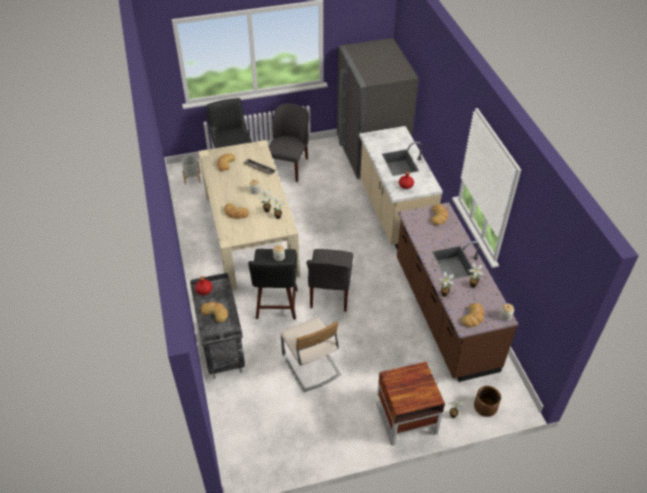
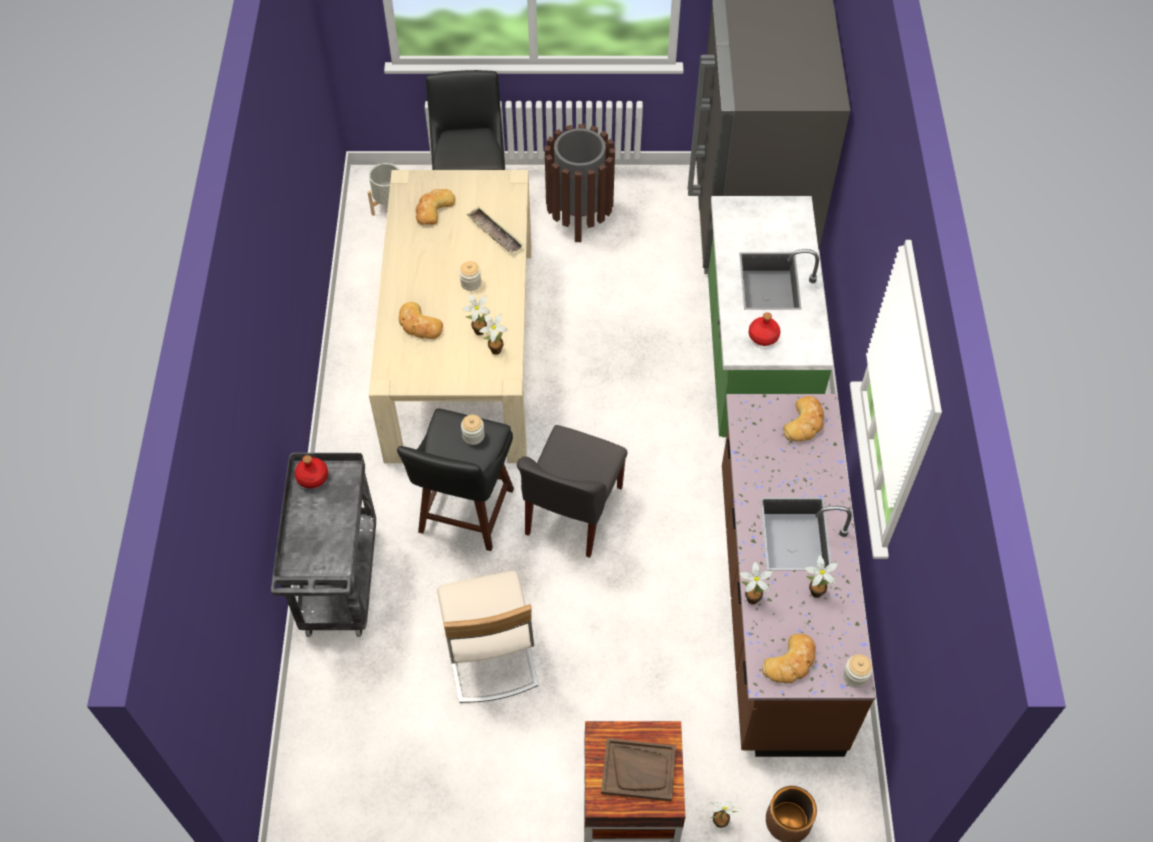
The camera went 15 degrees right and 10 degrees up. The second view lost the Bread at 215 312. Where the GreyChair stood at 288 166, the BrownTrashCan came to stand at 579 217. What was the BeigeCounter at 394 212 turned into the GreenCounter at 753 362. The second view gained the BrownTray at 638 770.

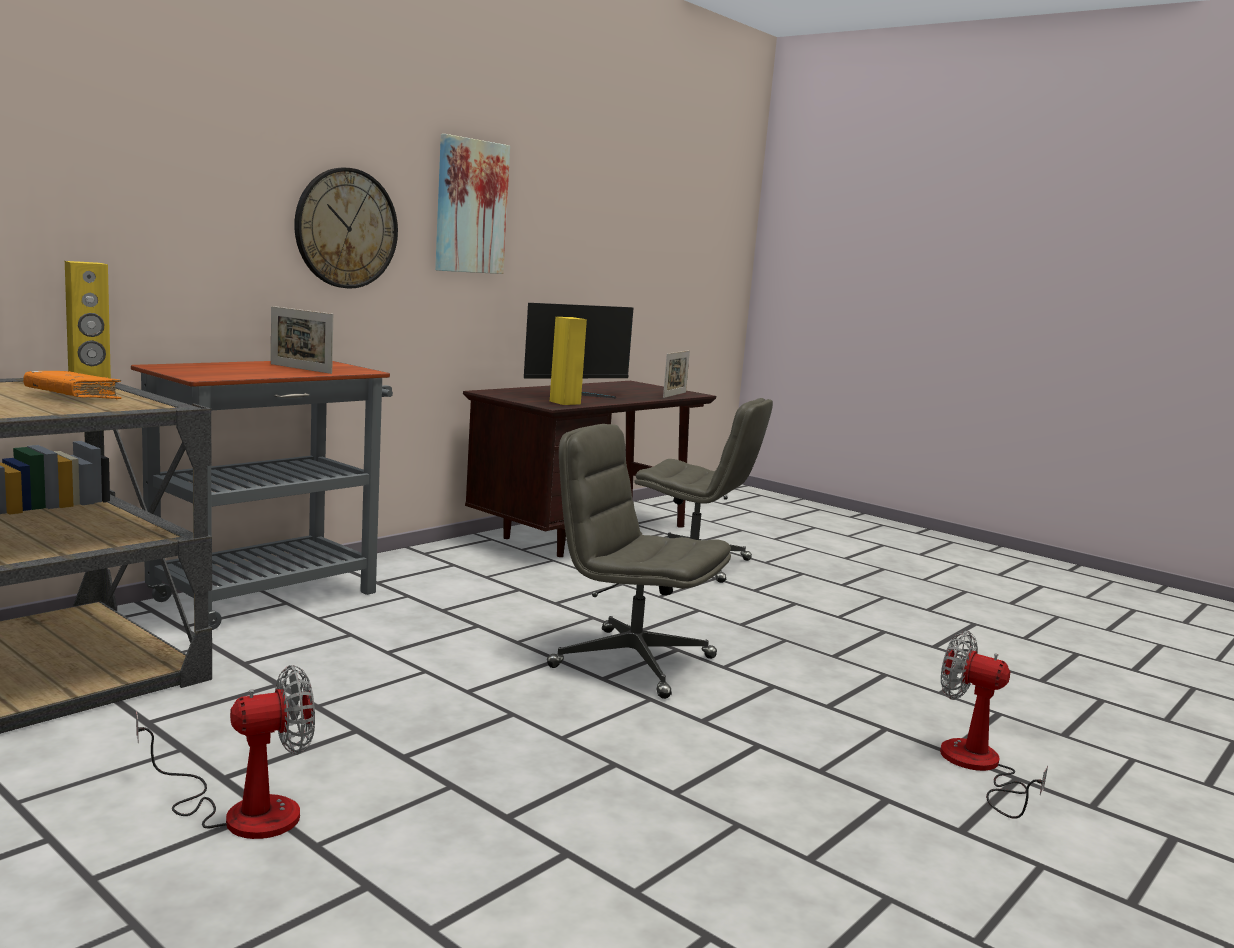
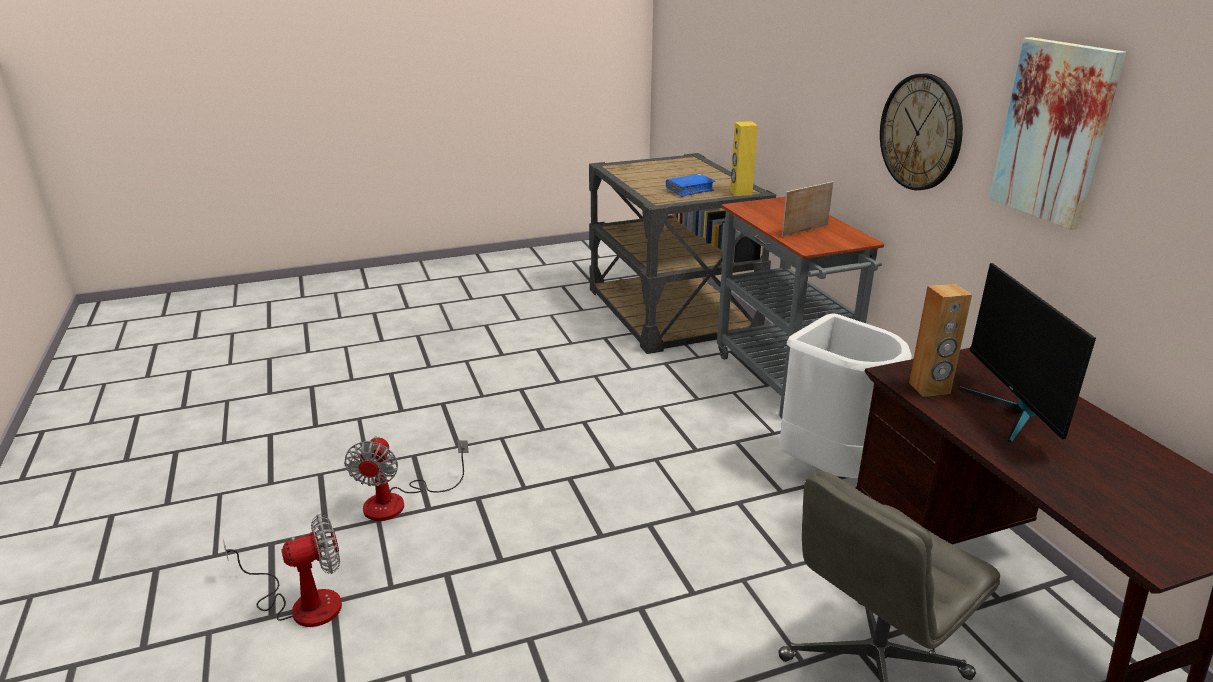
The camera went 120 degrees right and 15 degrees up. What was the OrangeBook at 72 396 turned into the BlueBook at 689 190. The Fan ended up elsewhere, having gone from 241 811 to 398 501. The second view lost the GreyOfficeChair at 631 662. What was the YellowSpeaker at 565 402 turned into the BrownSpeaker at 929 388. The second view lost the PictureFrame at 674 395. The second view gained the WhiteTrashCan at 831 469.

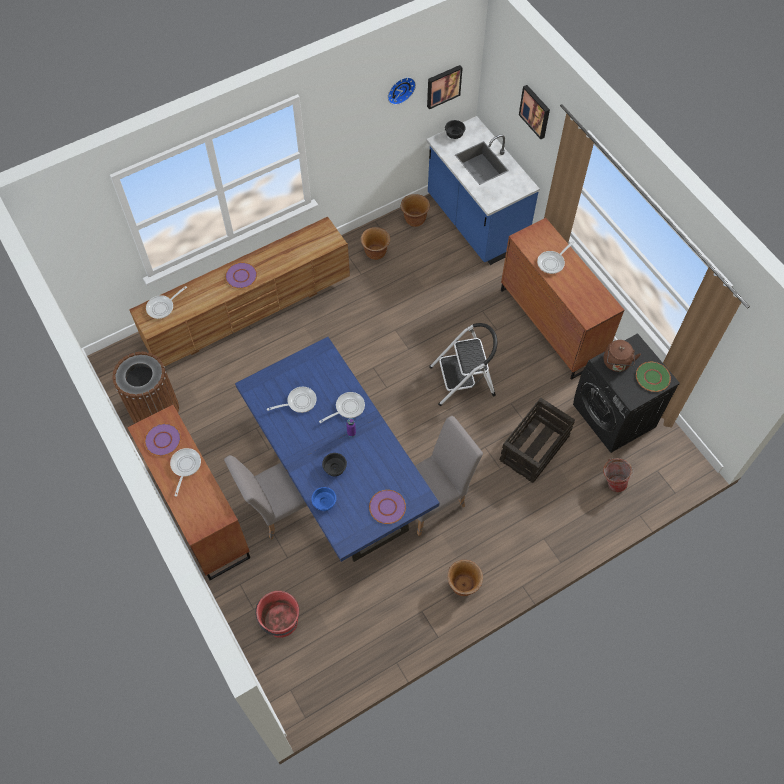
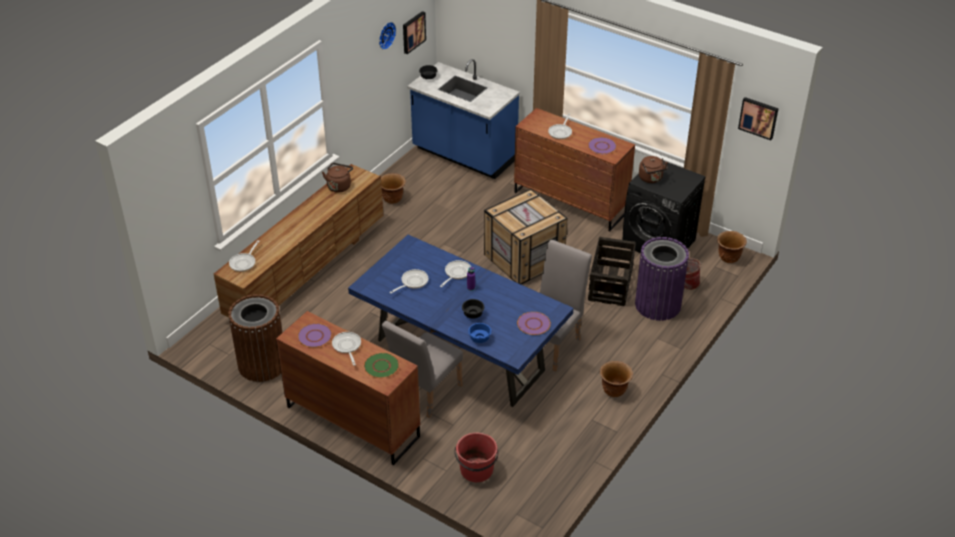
The camera went 25 degrees left and 20 degrees down. The PurplePlate ended up elsewhere, having gone from 241 276 to 602 146. The BrownPlanter ended up elsewhere, having gone from 414 220 to 728 258. Where the StepLadder stood at 464 381, the Crate came to stand at 524 259. The Picture ended up elsewhere, having gone from 535 111 to 758 117. The GreenPlate ended up elsewhere, having gone from 652 377 to 381 366. The second view gained the BrownKettle at 339 186. The second view gained the PurpleTrashCan at 657 305.

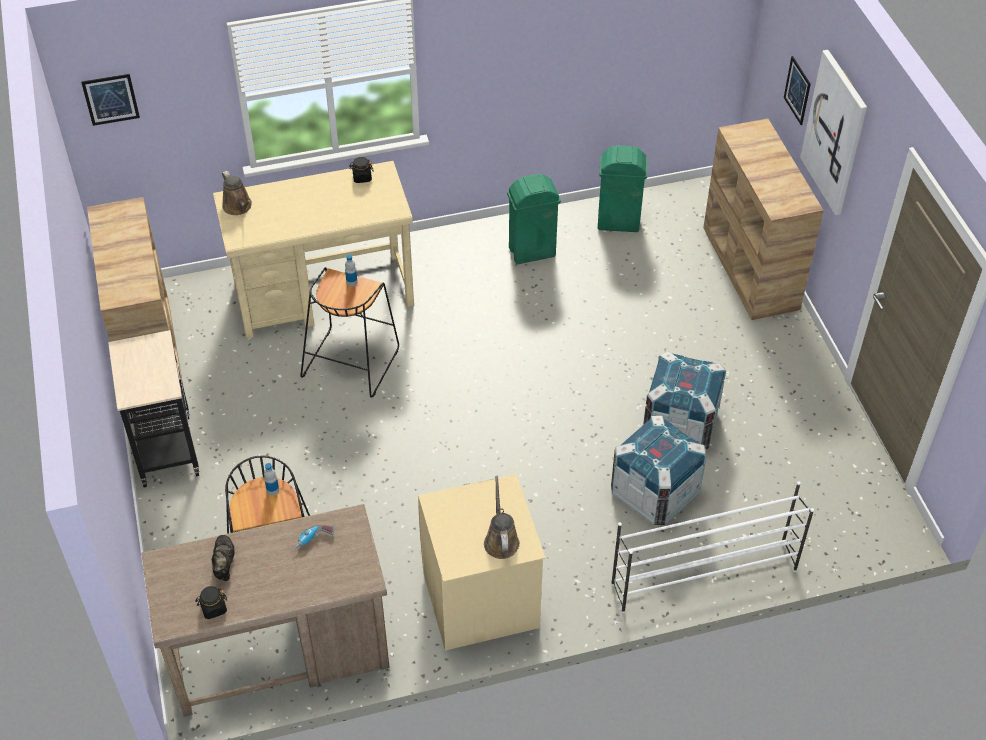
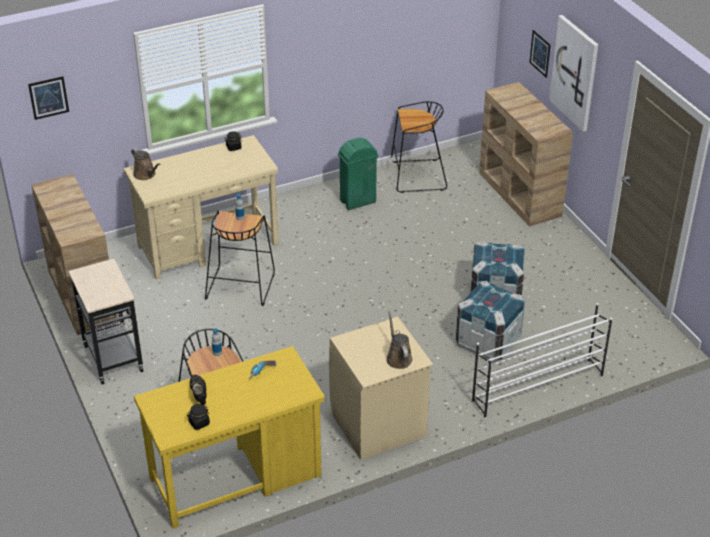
The camera went 10 degrees left and 10 degrees down. What was the BrownDesk at 279 653 turned into the YellowDesk at 235 477. Where the GreenTrashCan stood at 619 223, the BlackStool came to stand at 417 176.

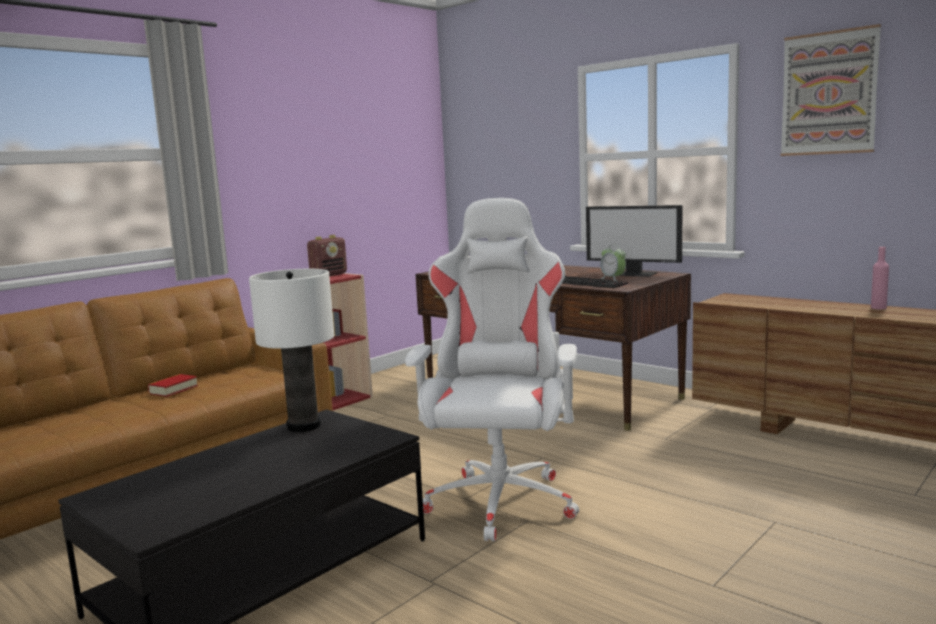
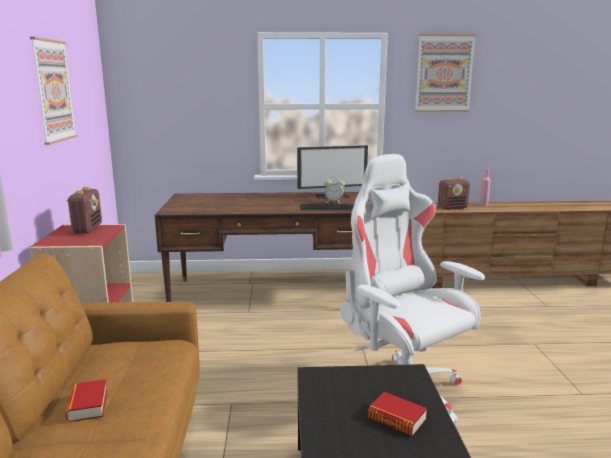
The camera went 45 degrees left and 5 degrees up. The second view lost the WhiteTableLamp at 303 426. The second view gained the Picture at 53 91. The second view gained the Book at 396 419. The second view gained the Radio at 452 208.

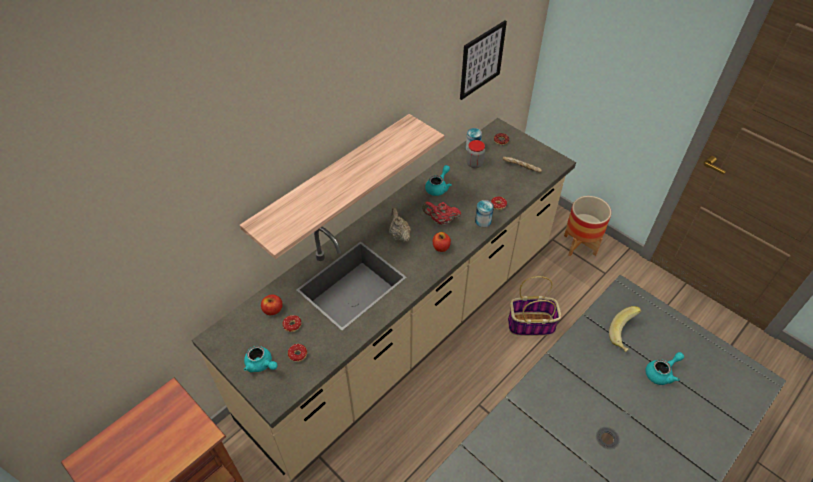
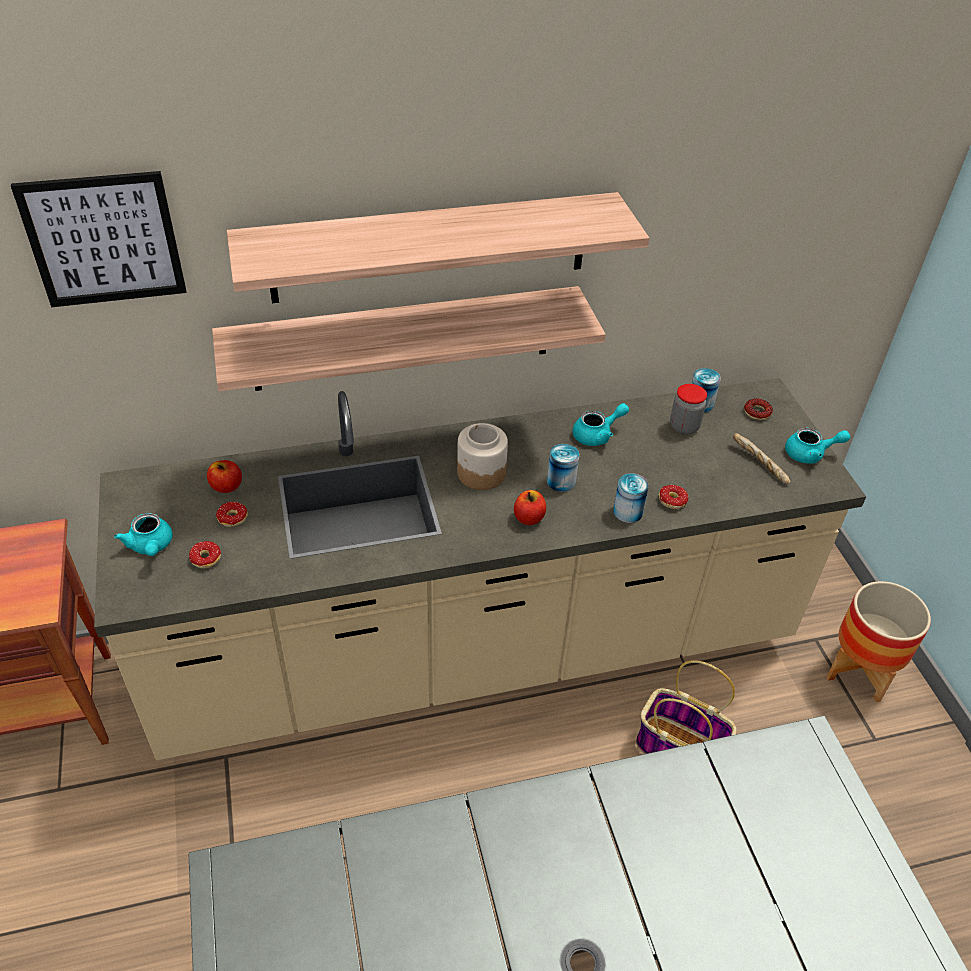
The camera went 30 degrees right and 5 degrees down. Where the BeigeTeapot stood at 399 235, the Jar came to stand at 481 473. Where the RedTeapot stood at 441 220, the Can came to stand at 561 481. The Picture ended up elsewhere, having gone from 481 60 to 104 240. The second view lost the Banana at 624 335. The TurquoiseTeapot ended up elsewhere, having gone from 661 373 to 810 454. The second view gained the Shelf at 430 248.

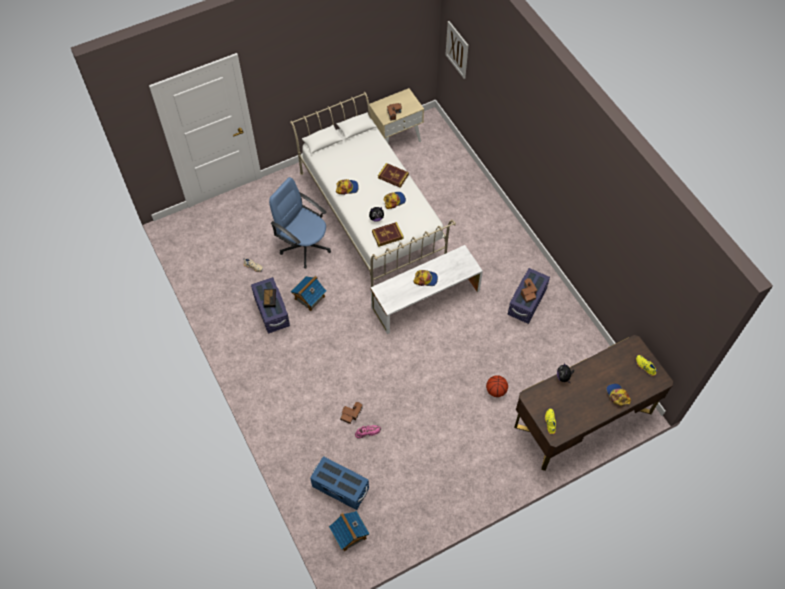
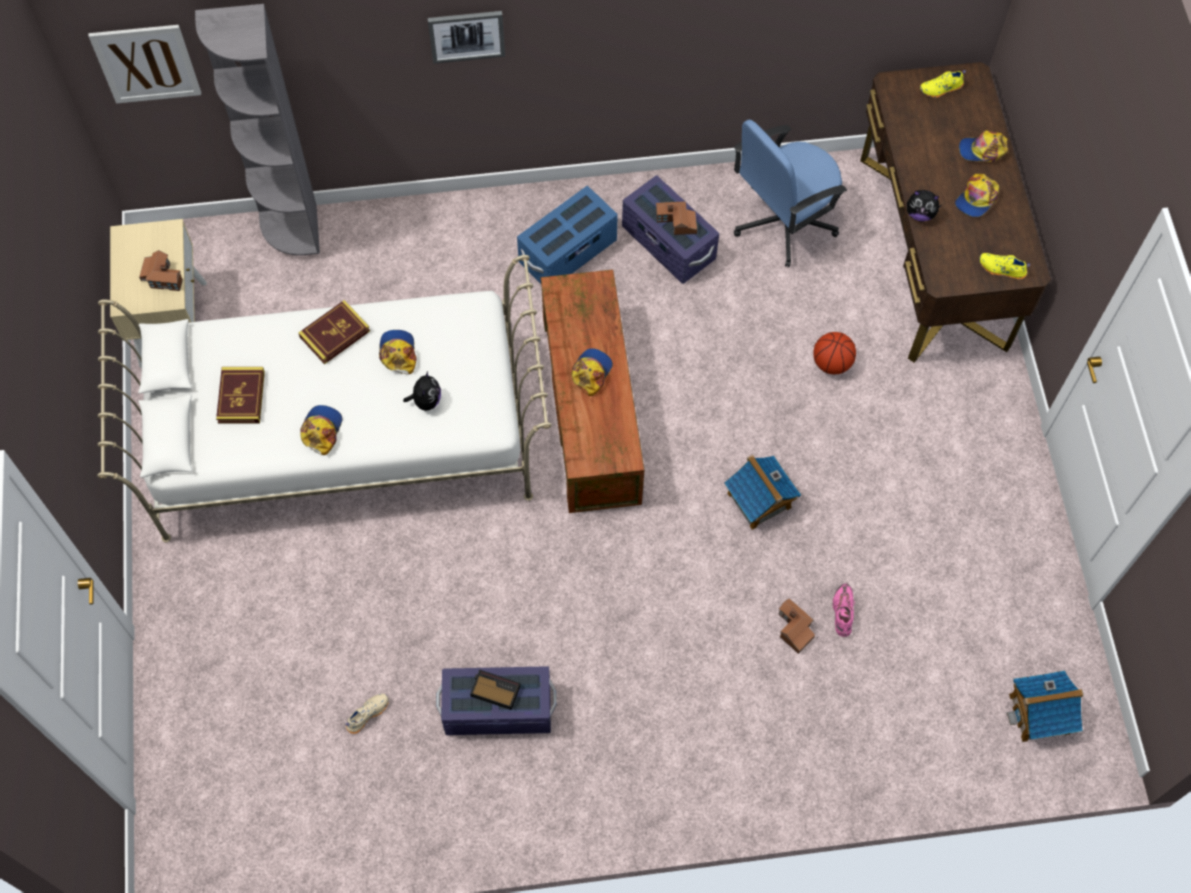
The camera went 70 degrees left and 5 degrees up. The BlueOfficeChair ended up elsewhere, having gone from 304 245 to 782 222. The ToyHouse ended up elsewhere, having gone from 309 298 to 759 501. The BlueStorageBox ended up elsewhere, having gone from 340 488 to 568 252. What was the WhiteBench at 426 298 turned into the BrownBench at 588 407. The Book ended up elsewhere, having gone from 387 235 to 241 397. The second view gained the GreyBookcase at 292 235. The second view gained the Picture at 466 35. The second view gained the Cap at 976 198.

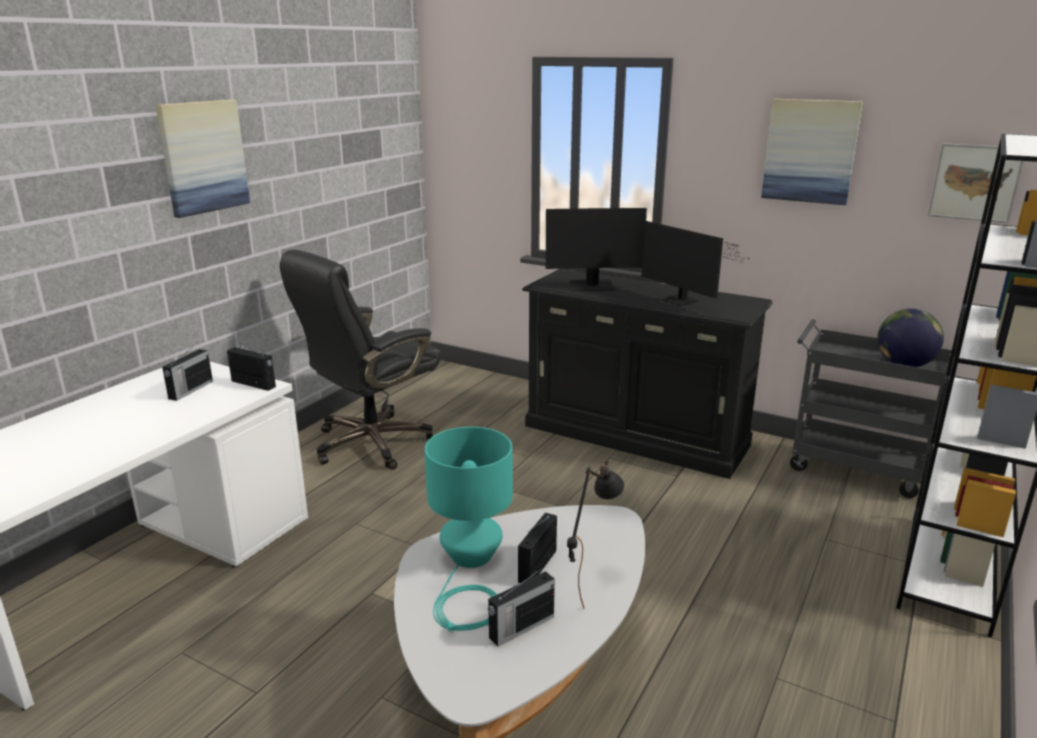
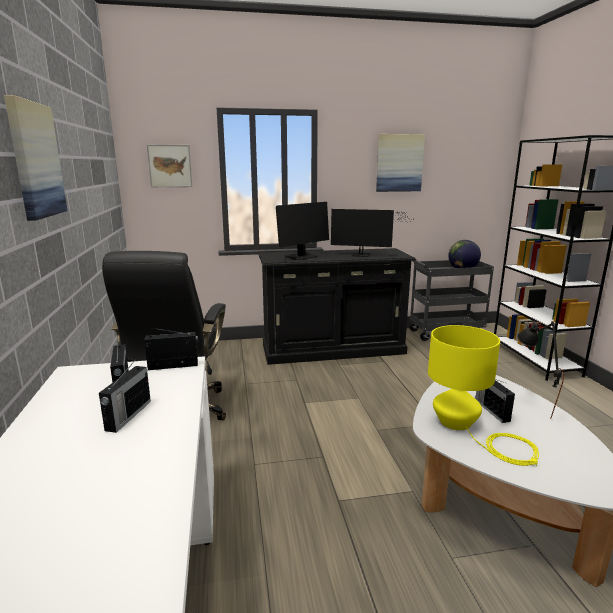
The camera went 40 degrees left and 5 degrees down. What was the TurquoiseTableLamp at 469 574 turned into the YellowTableLamp at 475 432. The Radio ended up elsewhere, having gone from 520 627 to 128 416. The Picture ended up elsewhere, having gone from 975 182 to 170 166.

